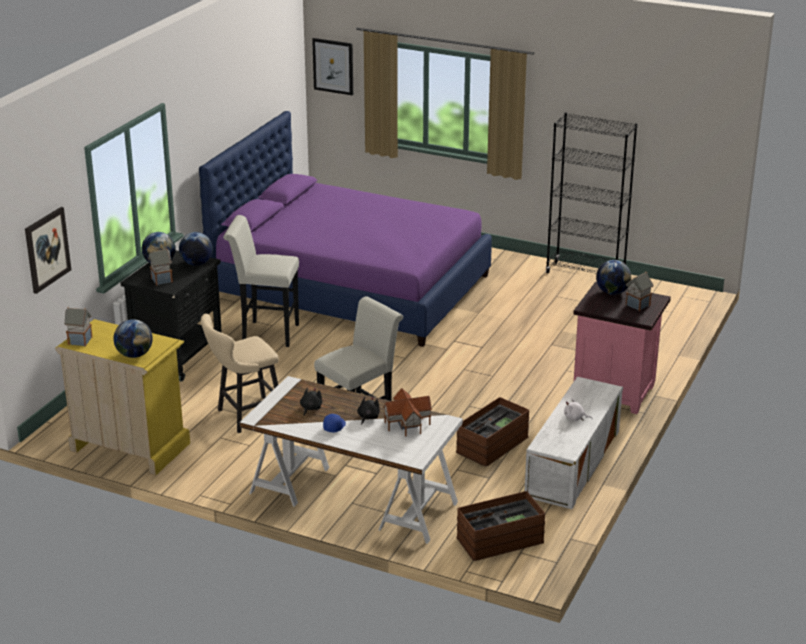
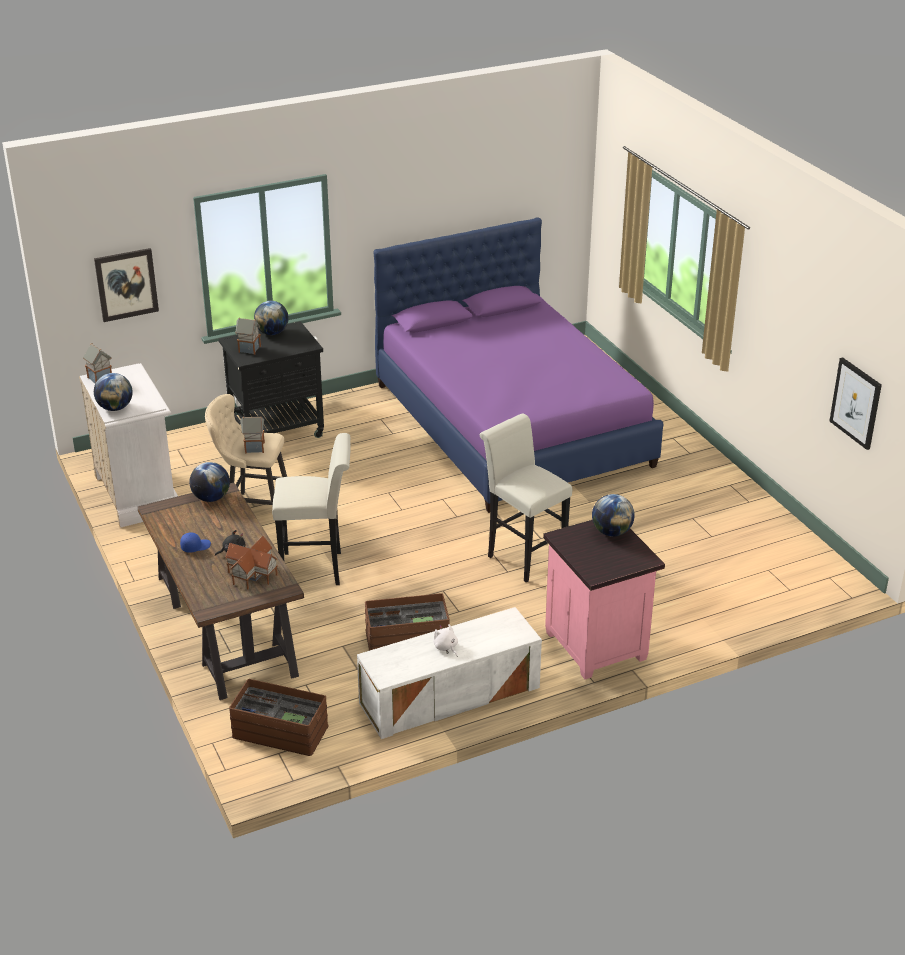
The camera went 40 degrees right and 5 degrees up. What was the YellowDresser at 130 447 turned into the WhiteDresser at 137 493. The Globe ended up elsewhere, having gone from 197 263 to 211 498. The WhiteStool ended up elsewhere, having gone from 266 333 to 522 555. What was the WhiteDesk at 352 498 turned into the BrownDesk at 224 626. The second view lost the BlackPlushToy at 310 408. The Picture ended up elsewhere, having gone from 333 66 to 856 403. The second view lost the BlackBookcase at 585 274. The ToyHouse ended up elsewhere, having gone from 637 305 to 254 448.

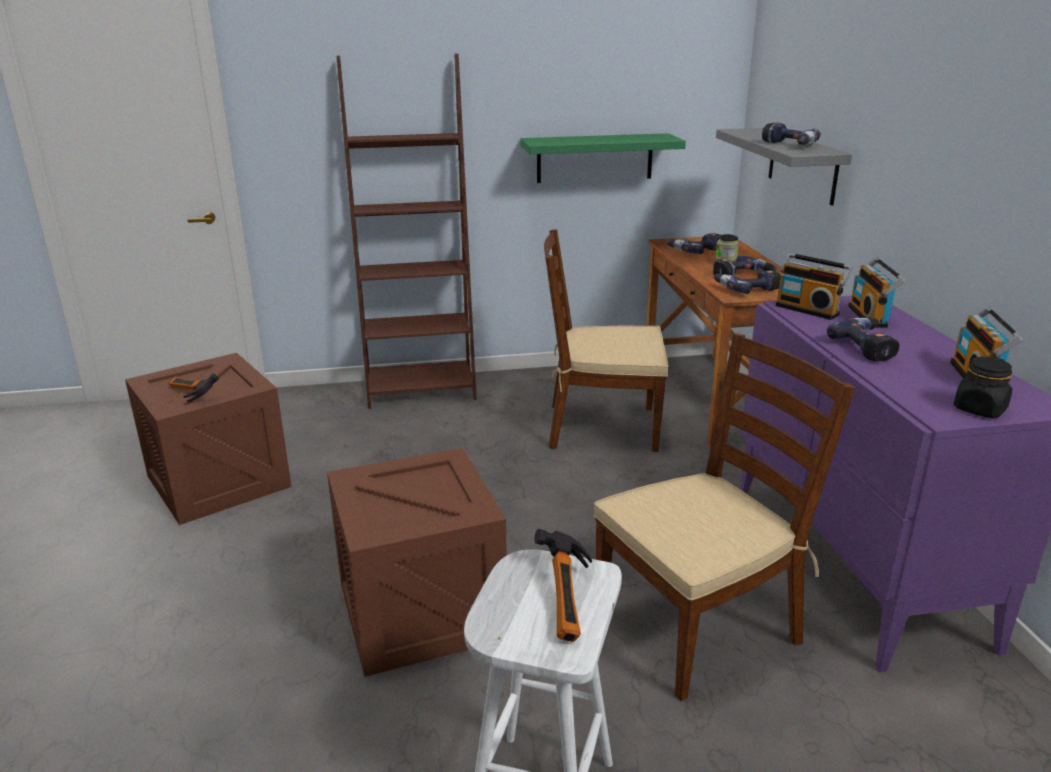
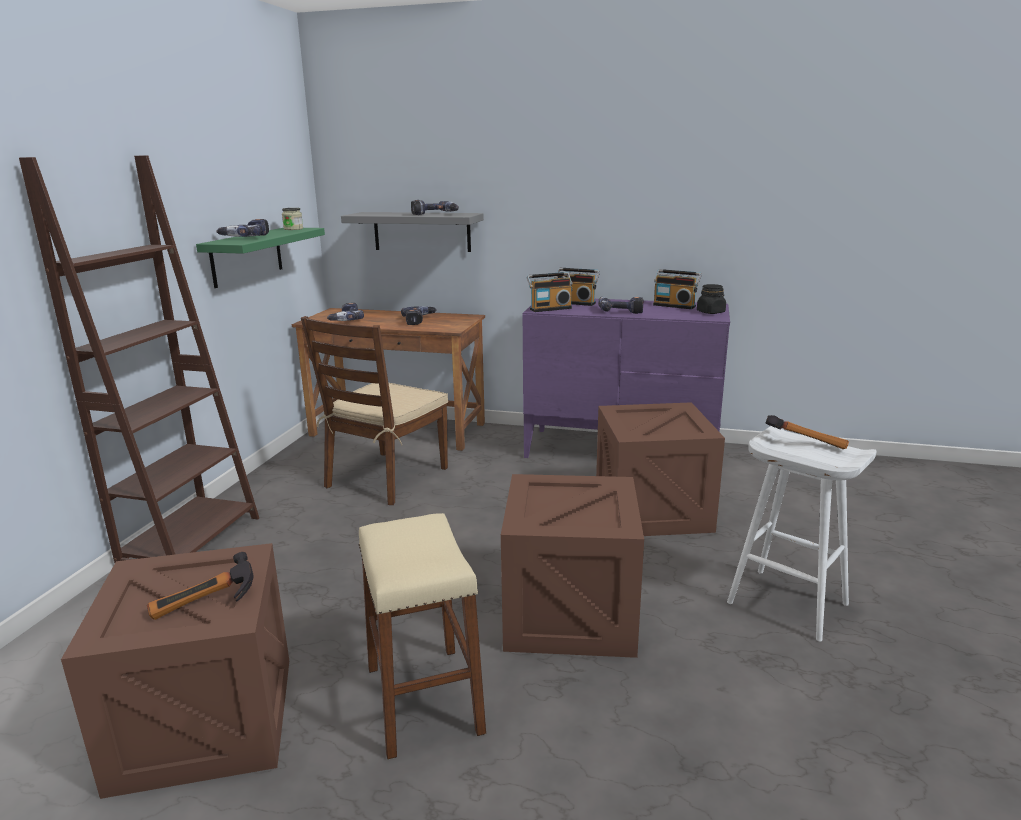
The camera went 65 degrees left and 5 degrees down. Where the BrownChair stood at 698 626, the Crate came to stand at 652 510. The PowerDrill ended up elsewhere, having gone from 746 289 to 246 237. The Jar ended up elsewhere, having gone from 726 258 to 293 229. The second view gained the BeigeStool at 423 699.

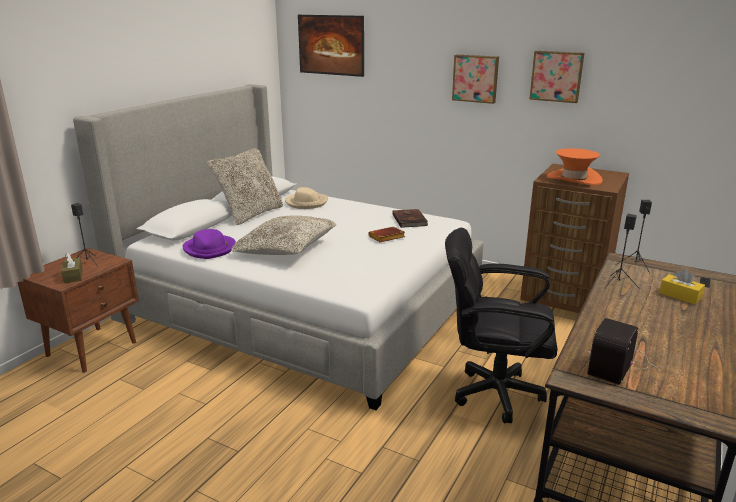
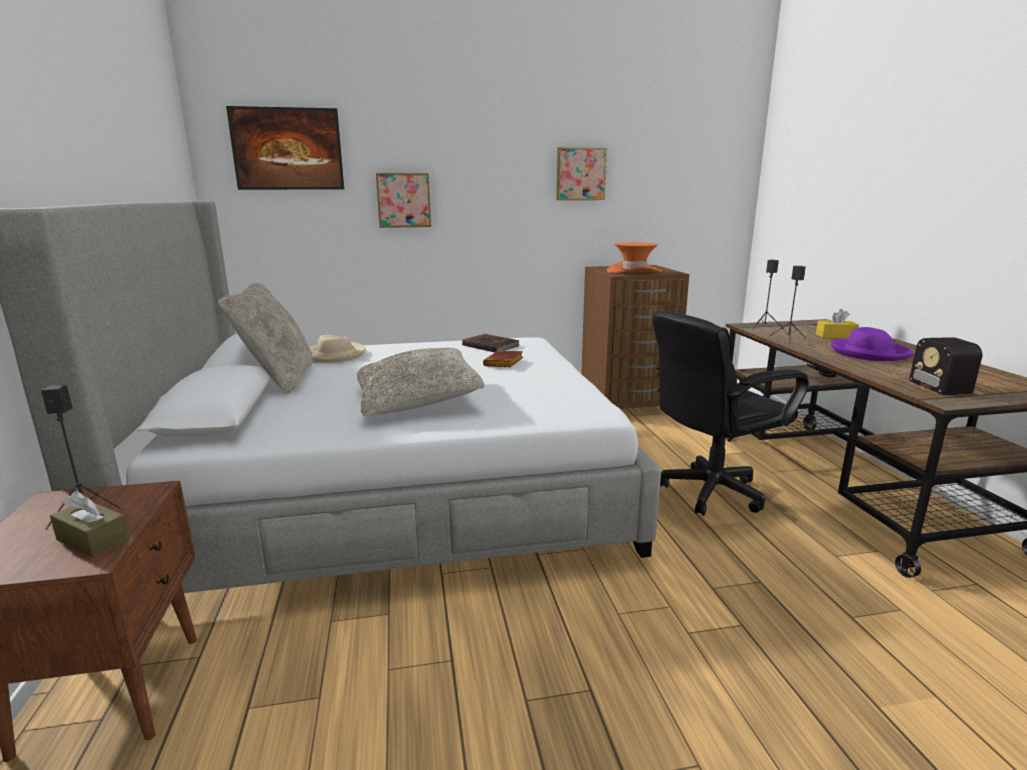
The camera went 40 degrees left and 5 degrees down. The PurpleHat ended up elsewhere, having gone from 210 249 to 868 353. The Picture ended up elsewhere, having gone from 475 78 to 403 200.

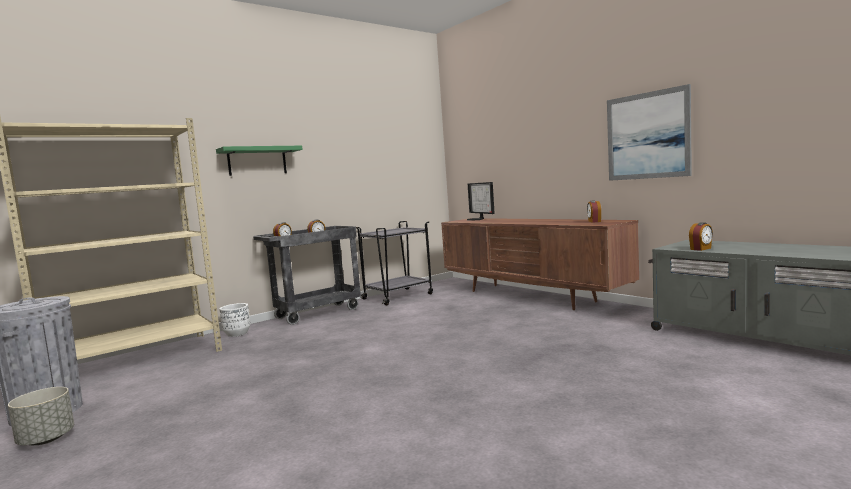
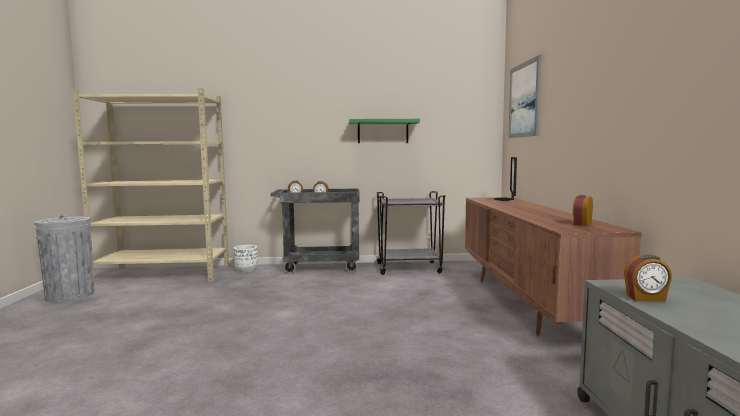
The camera went 35 degrees right and 0 degrees up. The second view lost the GreyPlanter at 46 439. The GreenShelf ended up elsewhere, having gone from 257 161 to 383 131. The Picture ended up elsewhere, having gone from 647 136 to 524 100.

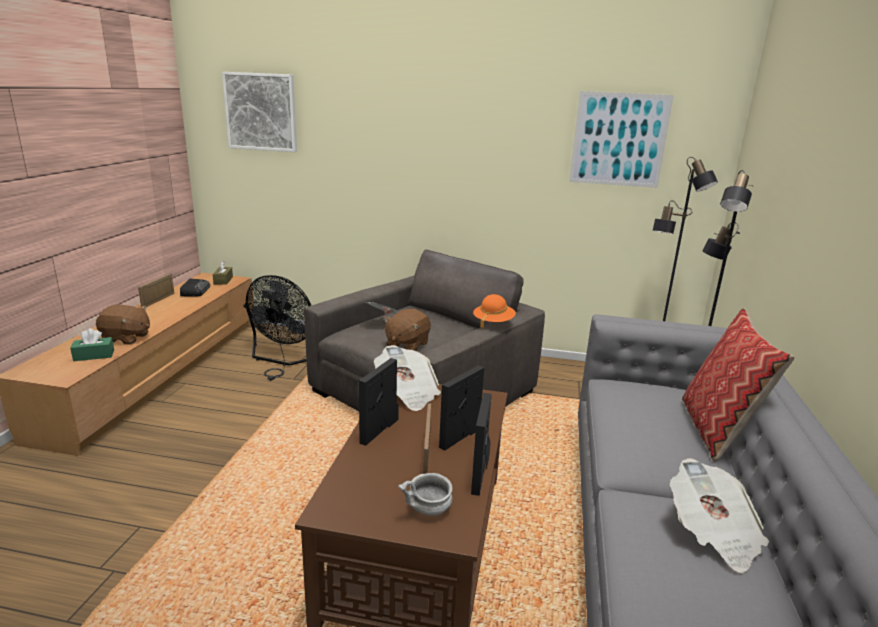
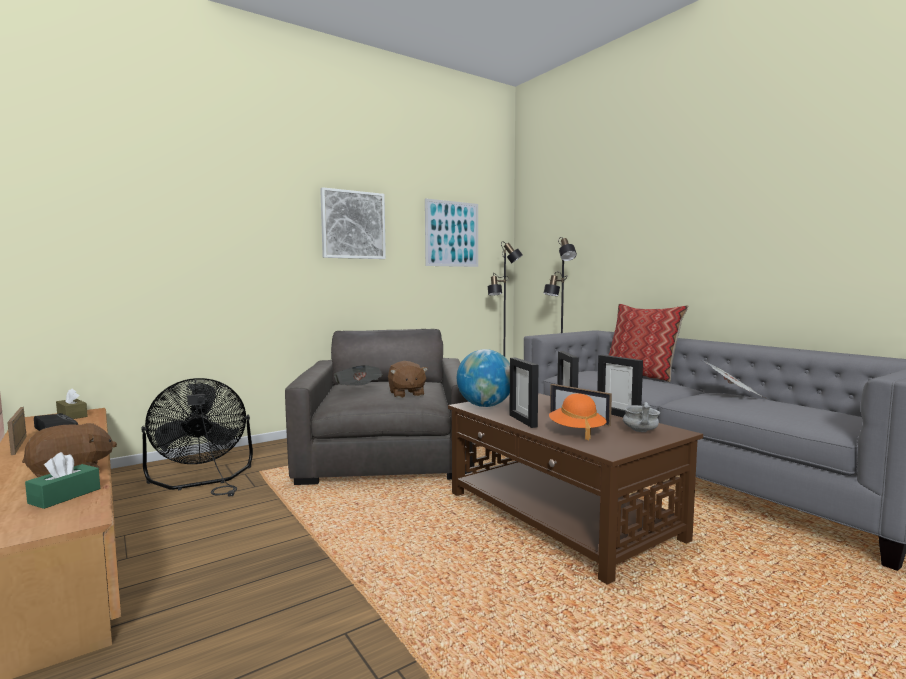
The camera went 45 degrees left and 15 degrees down. The Picture ended up elsewhere, having gone from 261 112 to 353 225. Where the Newspaper stood at 407 393, the Globe came to stand at 485 406. The OrangeHat ended up elsewhere, having gone from 493 322 to 576 432.

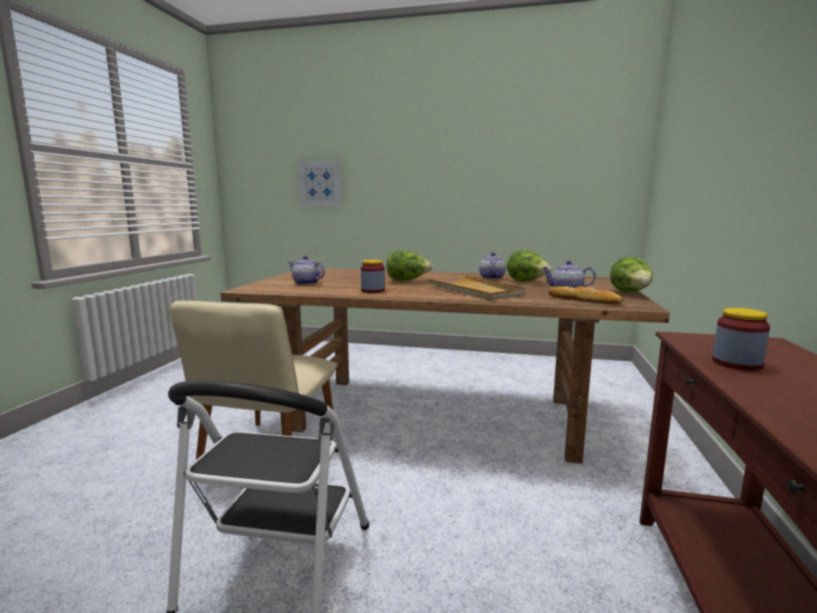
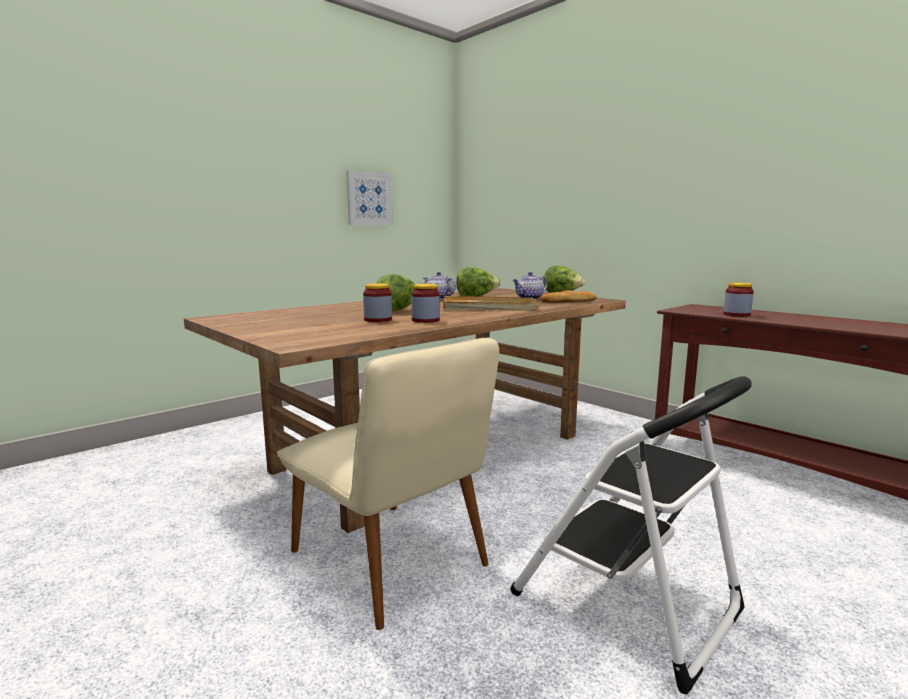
The camera went 55 degrees left and 0 degrees up. The second view lost the Teapot at 306 283. The Picture ended up elsewhere, having gone from 320 183 to 369 199. The second view gained the Jar at 378 320.

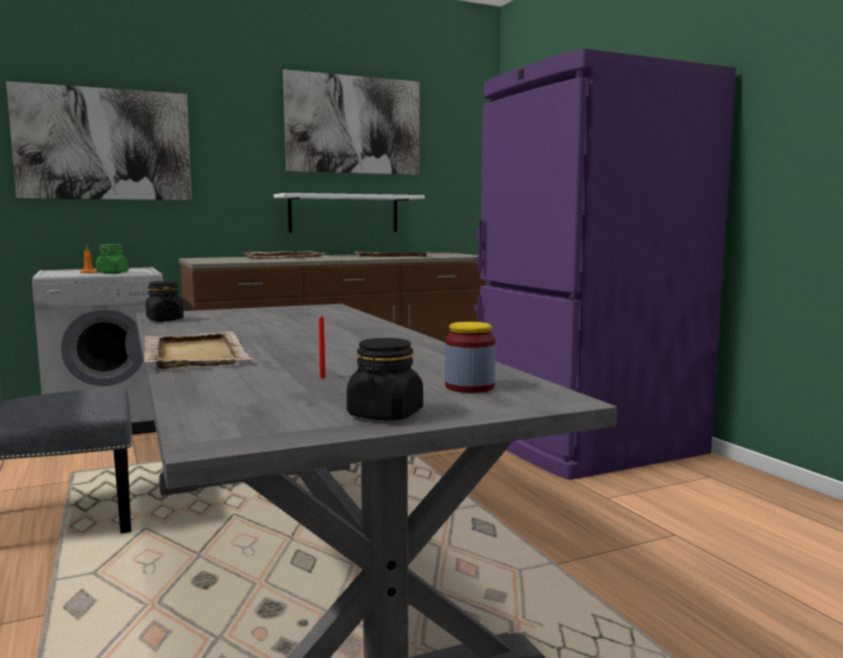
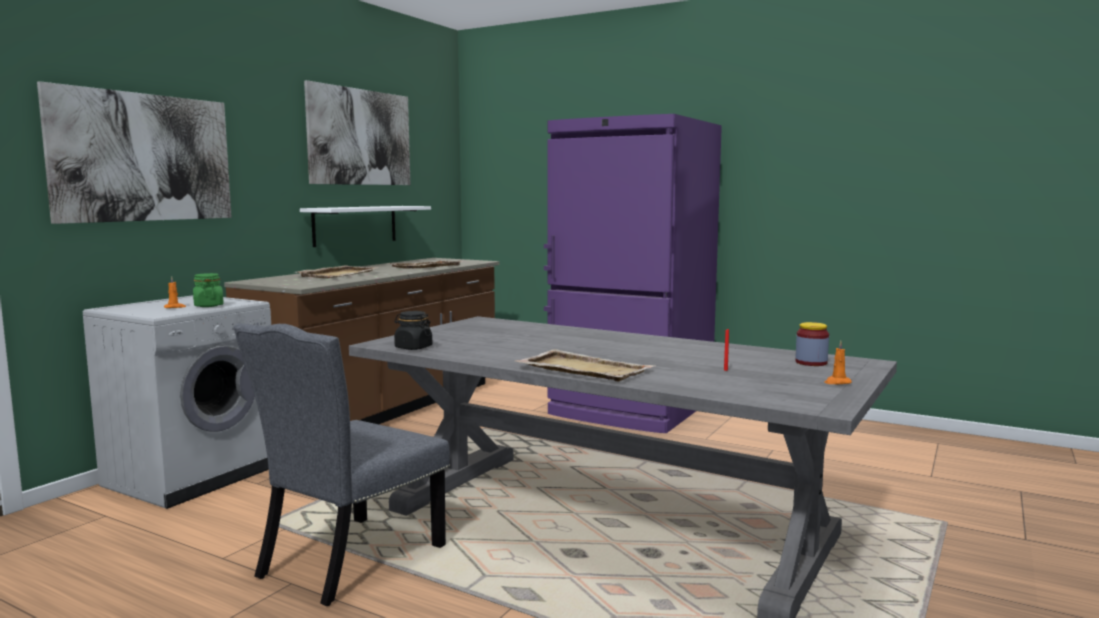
The camera went 35 degrees left and 0 degrees up. Where the BlackJar stood at 385 415, the OrangeCandle came to stand at 837 382.

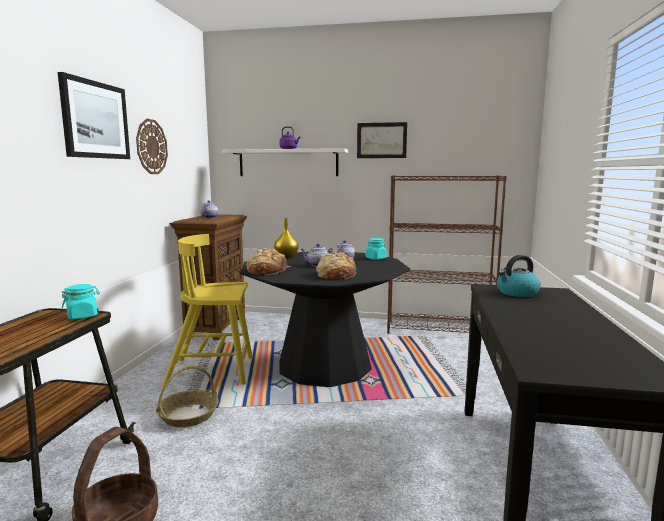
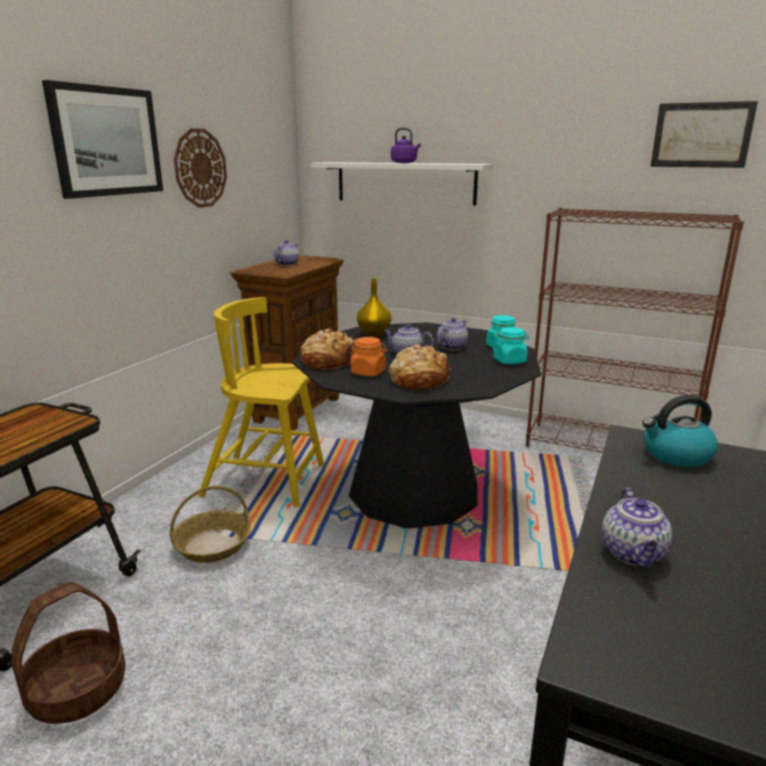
The camera went 15 degrees right and 10 degrees up. The TurquoiseJar ended up elsewhere, having gone from 82 316 to 509 361. The Picture ended up elsewhere, having gone from 381 140 to 701 135. The second view gained the OrangeJar at 368 372. The second view gained the Teapot at 633 554.

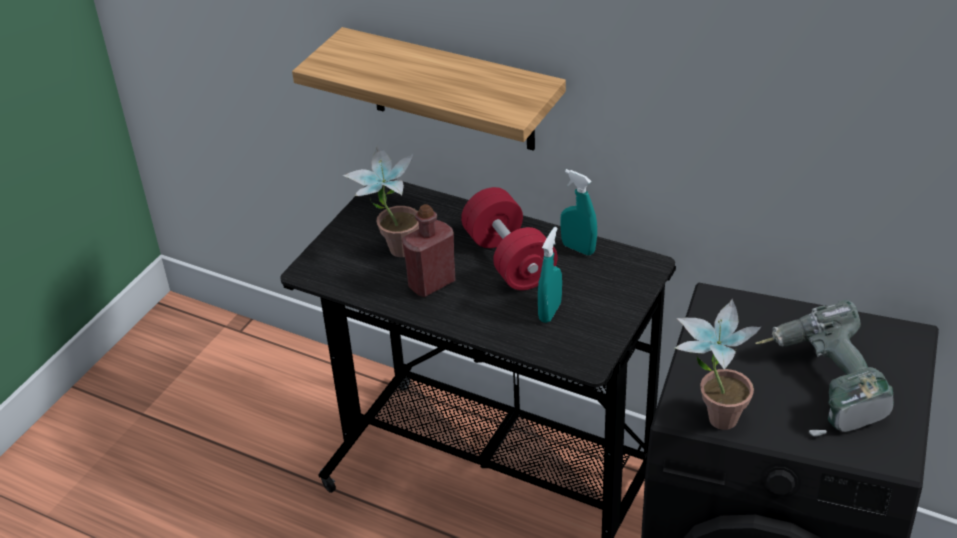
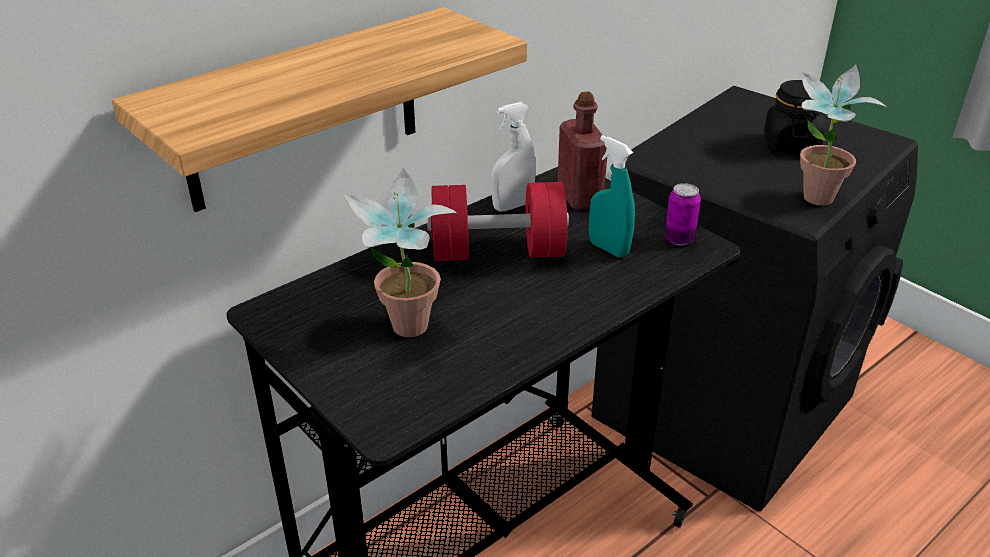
The camera went 70 degrees left and 5 degrees down. The RedBottle ended up elsewhere, having gone from 432 283 to 579 197. What was the TurquoiseSprayBottle at 578 248 turned into the WhiteSprayBottle at 513 206. Where the PowerDrill stood at 823 387, the BlackJar came to stand at 790 144. The second view gained the Can at 679 239.

